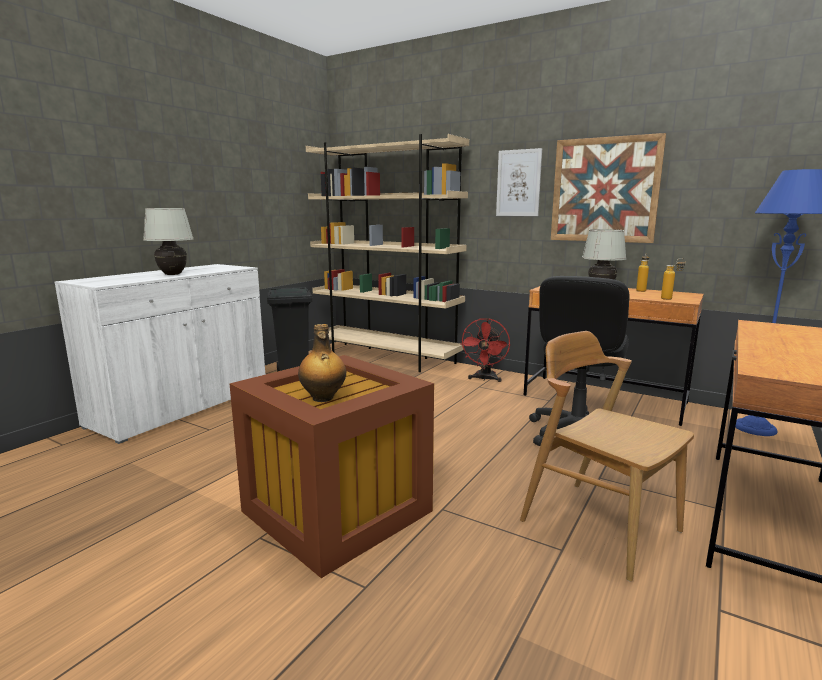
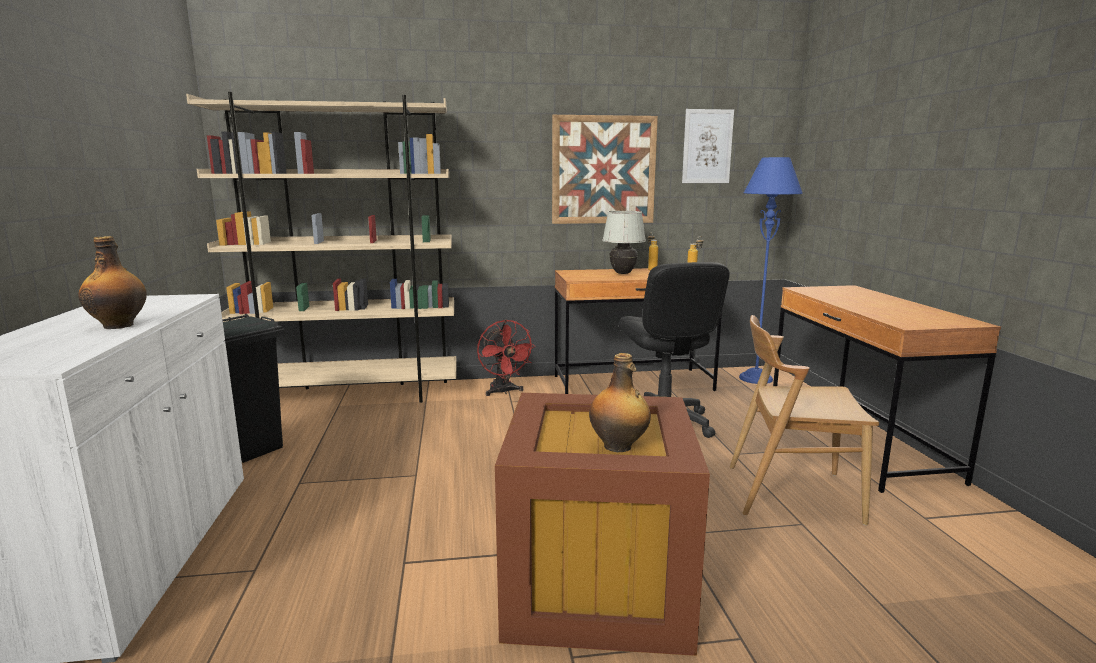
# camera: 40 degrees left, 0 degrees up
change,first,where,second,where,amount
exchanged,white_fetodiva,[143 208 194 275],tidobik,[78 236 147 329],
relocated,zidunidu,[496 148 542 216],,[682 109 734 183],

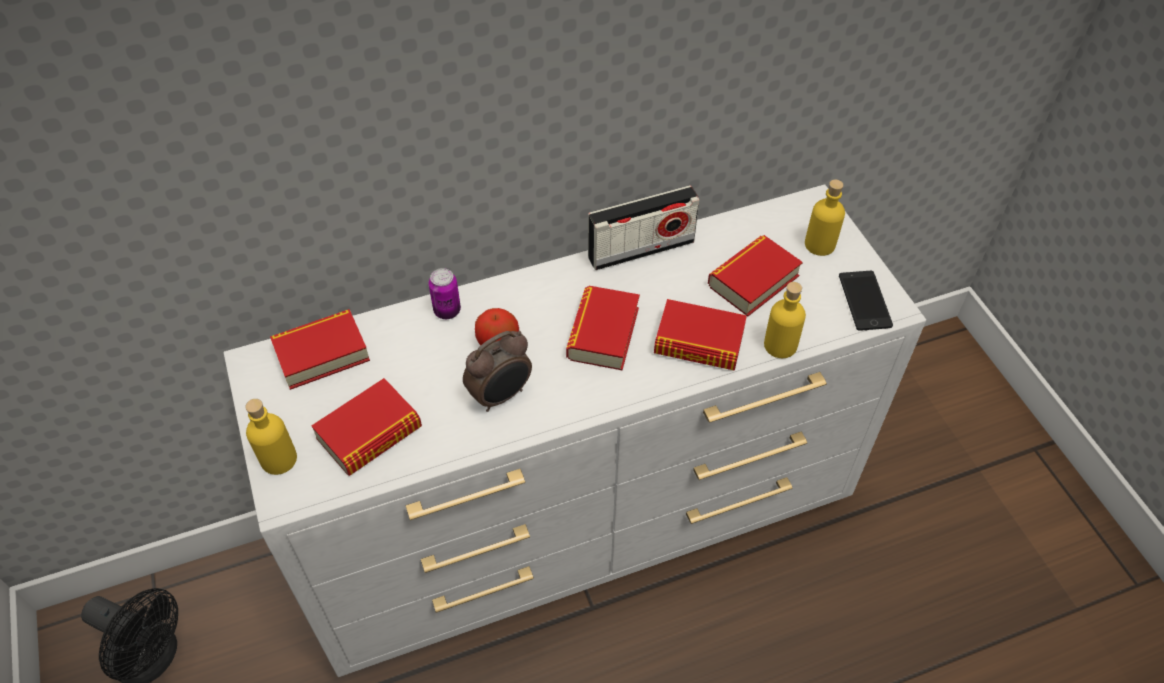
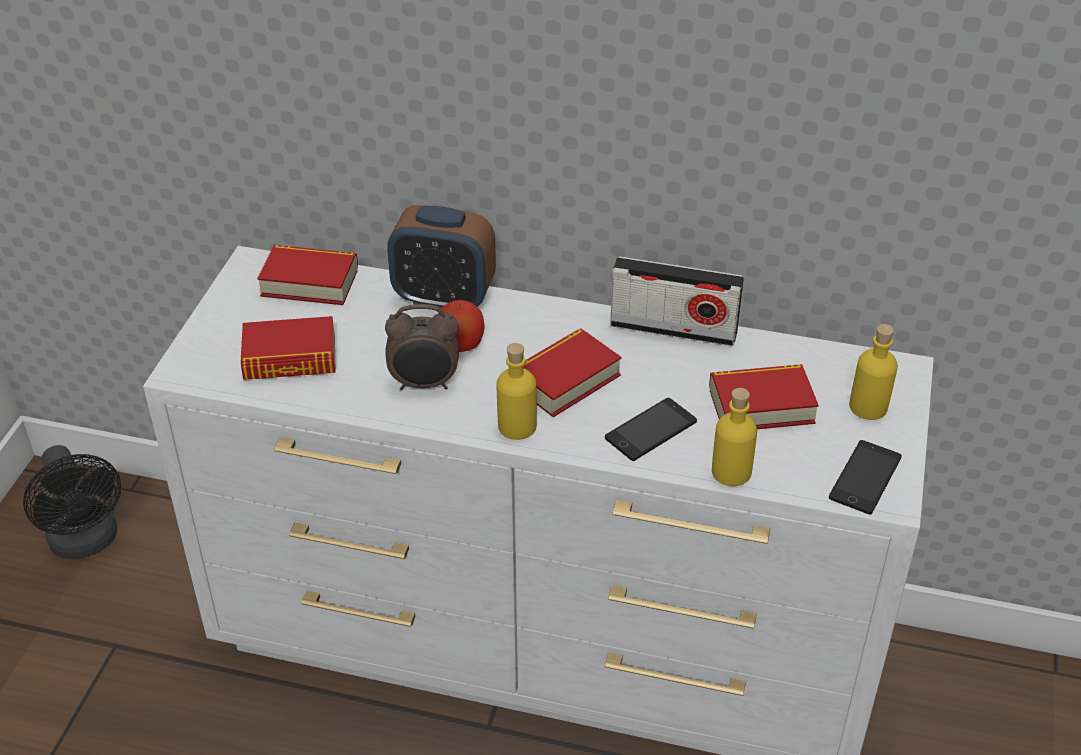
# camera: 35 degrees right, 10 degrees down
change,first,where,second,where,amount
exchanged,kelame,[428 268 461 319],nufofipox,[387 205 496 309],
relocated,yellow_tidobik,[245 399 297 475],,[497 343 537 440],
exchanged,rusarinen,[654 299 747 371],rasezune,[605 398 697 461],

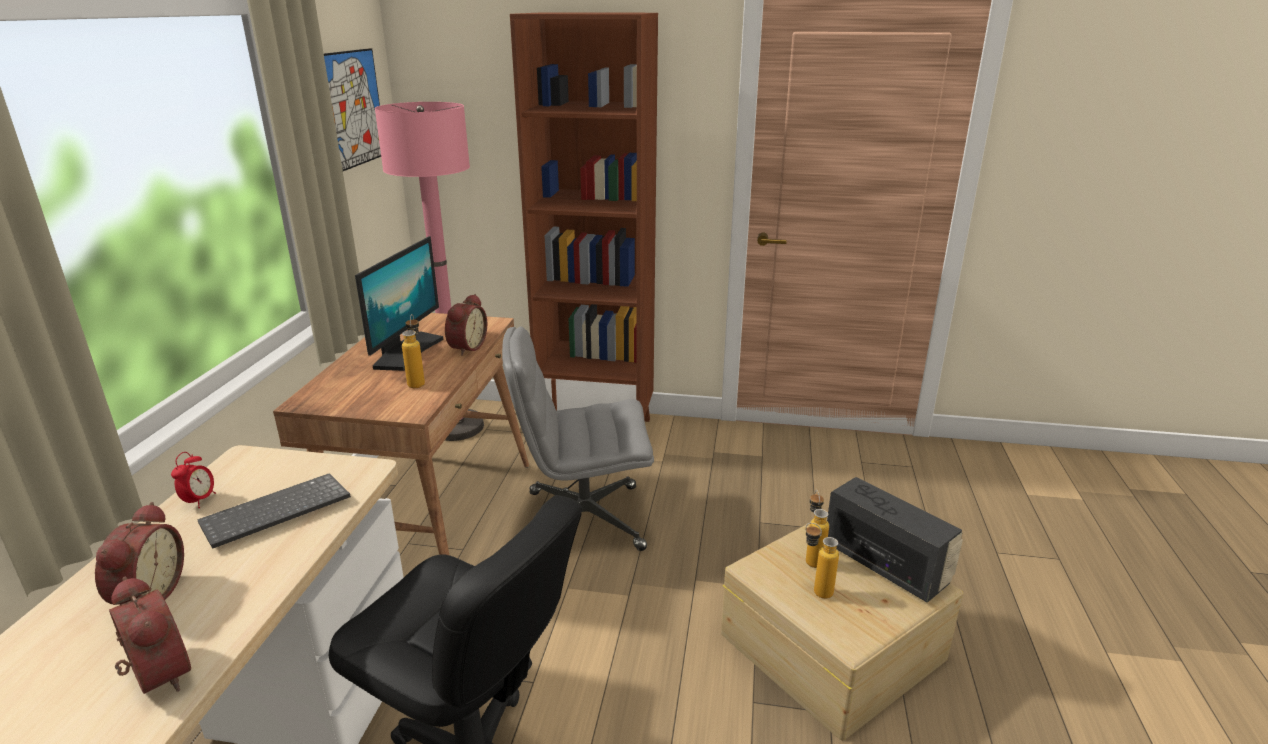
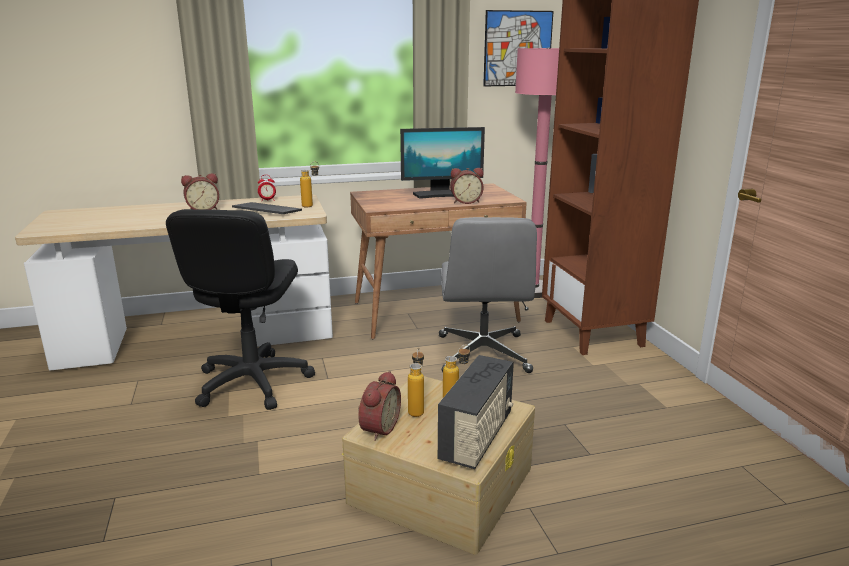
# camera: 65 degrees right, 5 degrees down
change,first,where,second,where,amount
relocated,tidobik,[402 314 425 388],,[300 162 319 207],
relocated,nufofipox,[109 577 191 694],,[358 371 401 441],
spun,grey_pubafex,[502 326 654 551],,[439 217 537 373],150 degrees counterclockwise

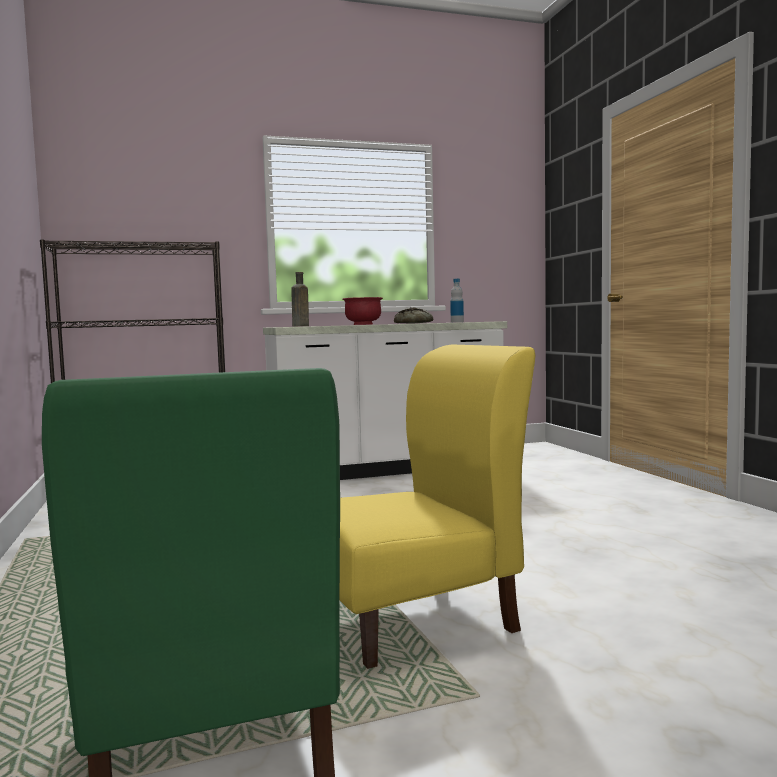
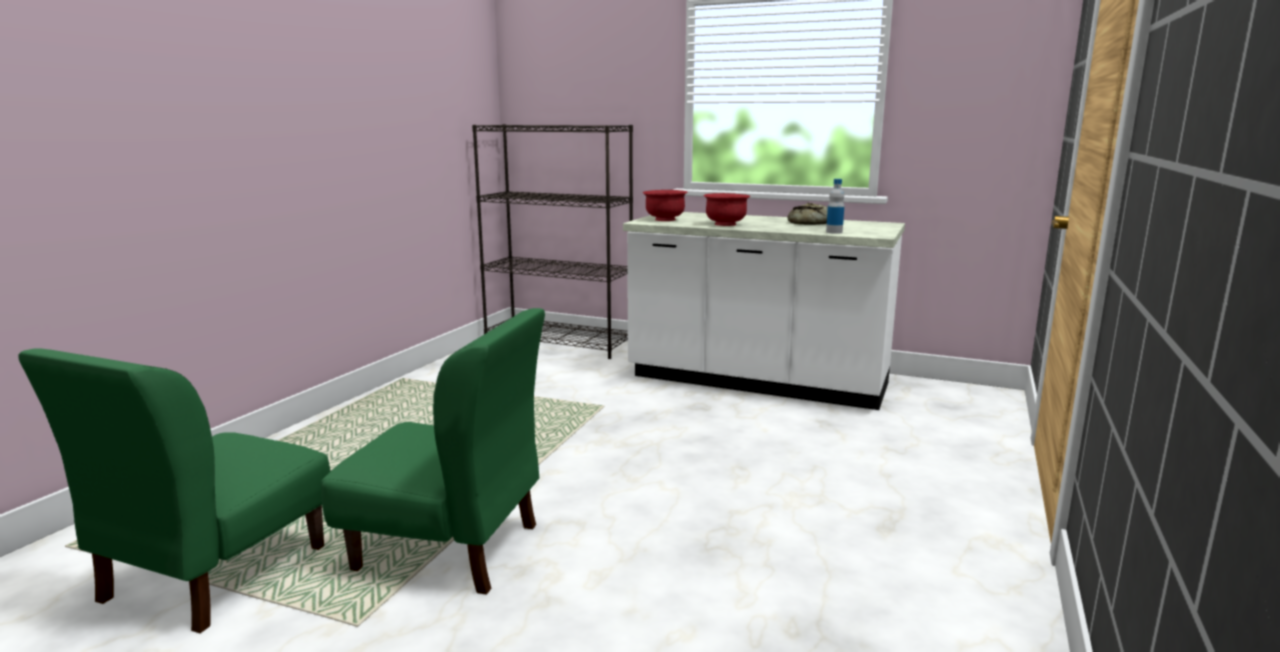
# camera: 40 degrees right, 10 degrees up
change,first,where,second,where,amount
colour,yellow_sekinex,[340 345 535 669],green_sekinex,[321 308 545 595],
exchanged,brown_tidobik,[291 272 309 327],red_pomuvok,[643 190 688 221],

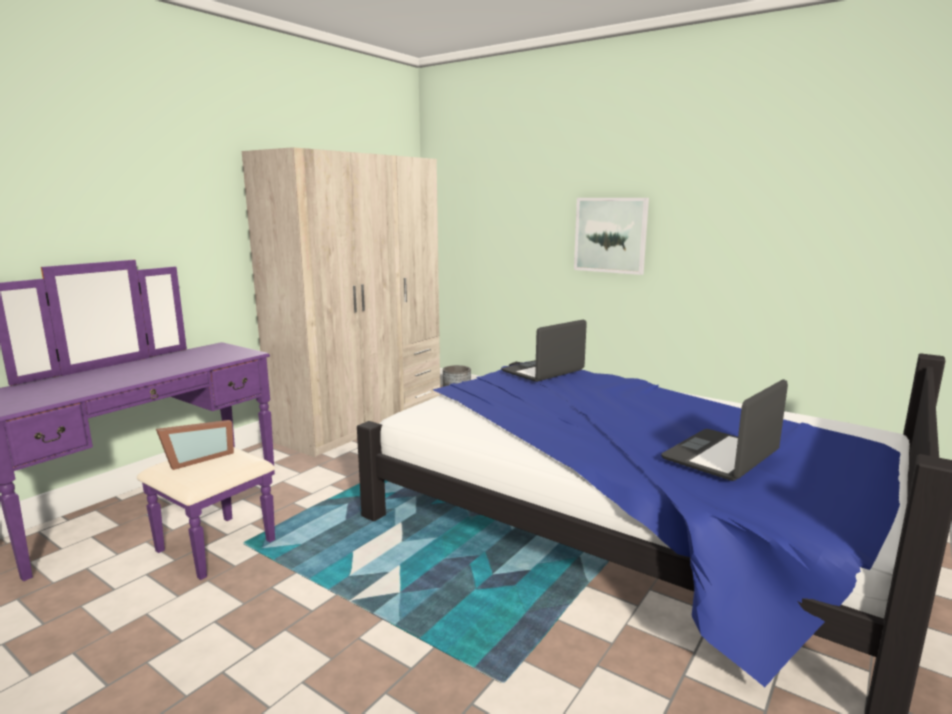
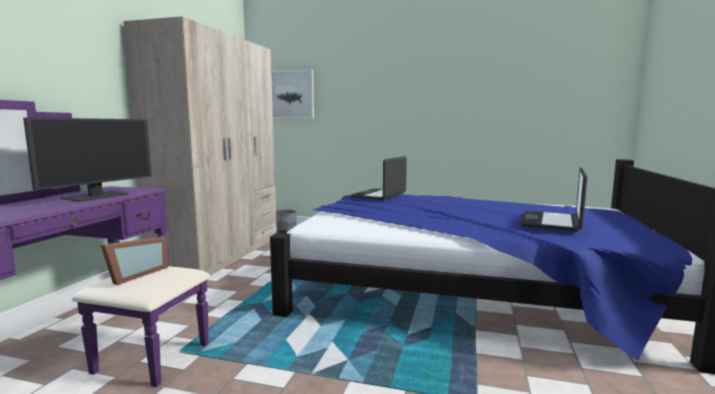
# camera: 20 degrees left, 5 degrees down
change,first,where,second,where,amount
appeared,,,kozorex,[23 118 152 202],
relocated,zidunidu,[574 198 649 275],,[271 69 314 119],

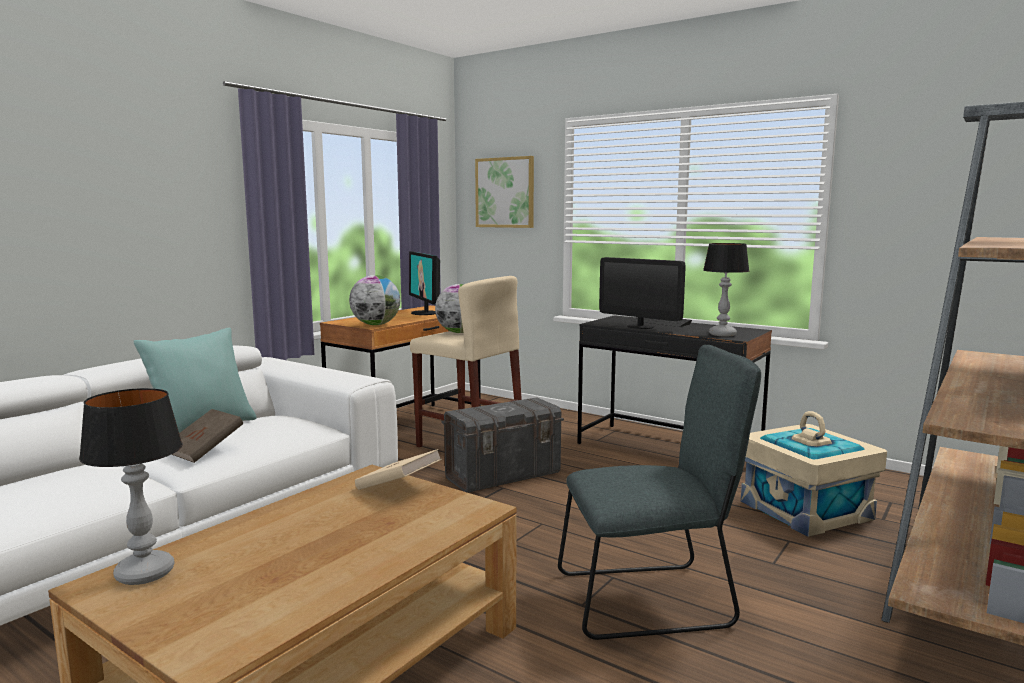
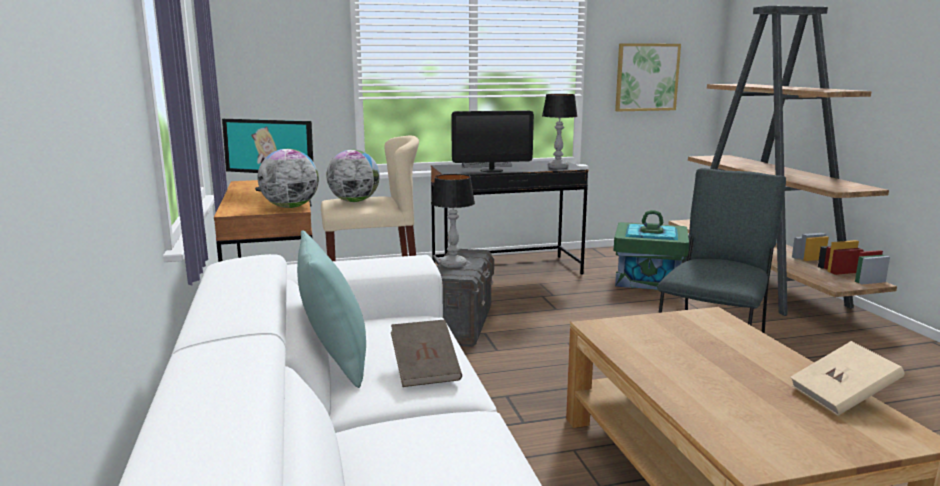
# camera: 50 degrees left, 5 degrees up
change,first,where,second,where,amount
relocated,fetodiva,[79 388 183 585],,[431 174 475 268],
colour,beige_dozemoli,[741 411 887 537],green_dozemoli,[614 210 689 290],
relocated,zidunidu,[475 156 534 228],,[615 43 681 111],
relocated,beige_rusarinen,[355 449 442 490],,[790 341 905 416],

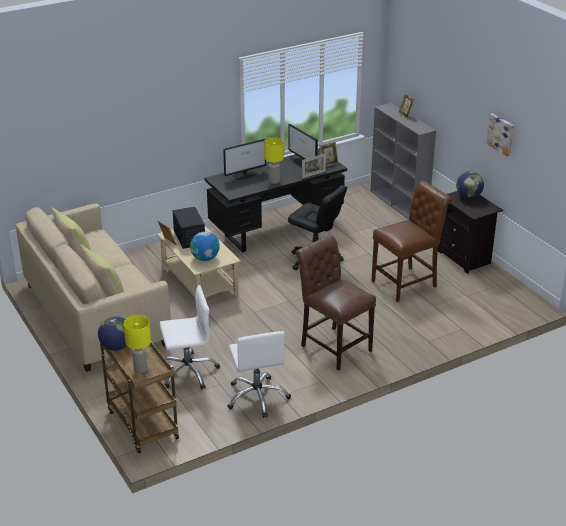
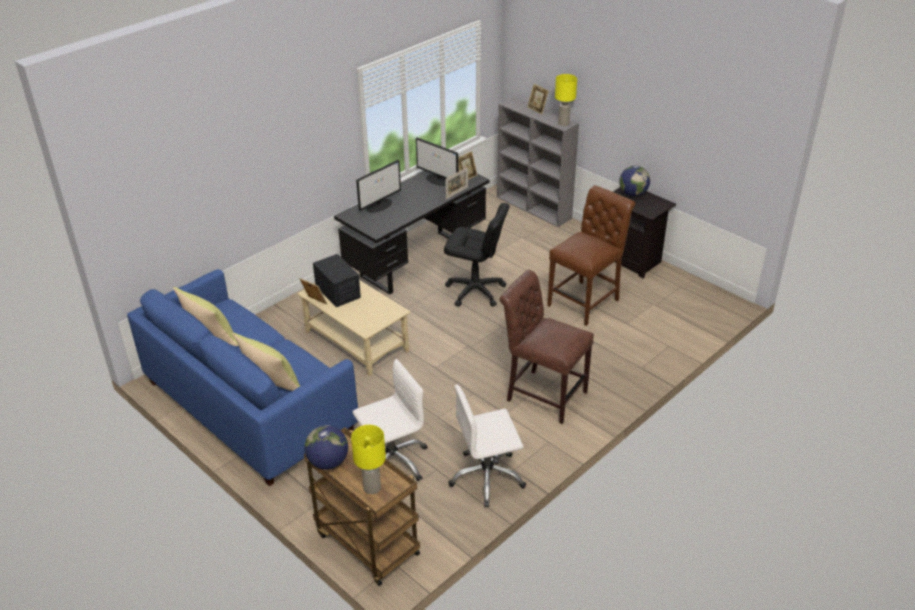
# camera: 15 degrees left, 5 degrees up
change,first,where,second,where,amount
colour,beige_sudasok,[16 203 171 372],blue_sudasok,[127 269 358 486],
spun,white_pubafex,[227 331 291 418],,[448 384 526 507],105 degrees clockwise
relocated,yellow_fetodiva,[264 138 284 184],,[555 74 577 126],
missing,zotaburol,[190 231 220 261],,,
missing,zidunidu,[486 113 514 157],,,

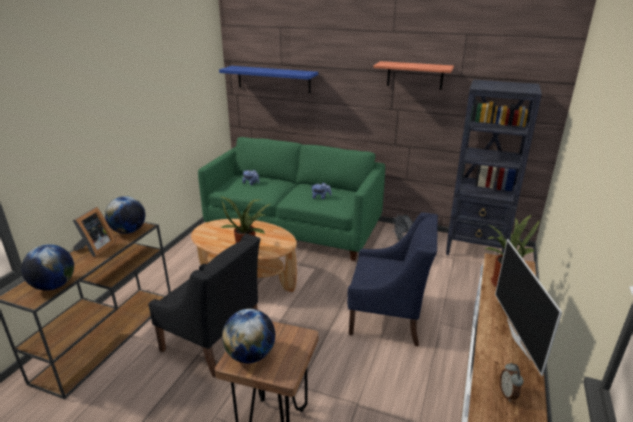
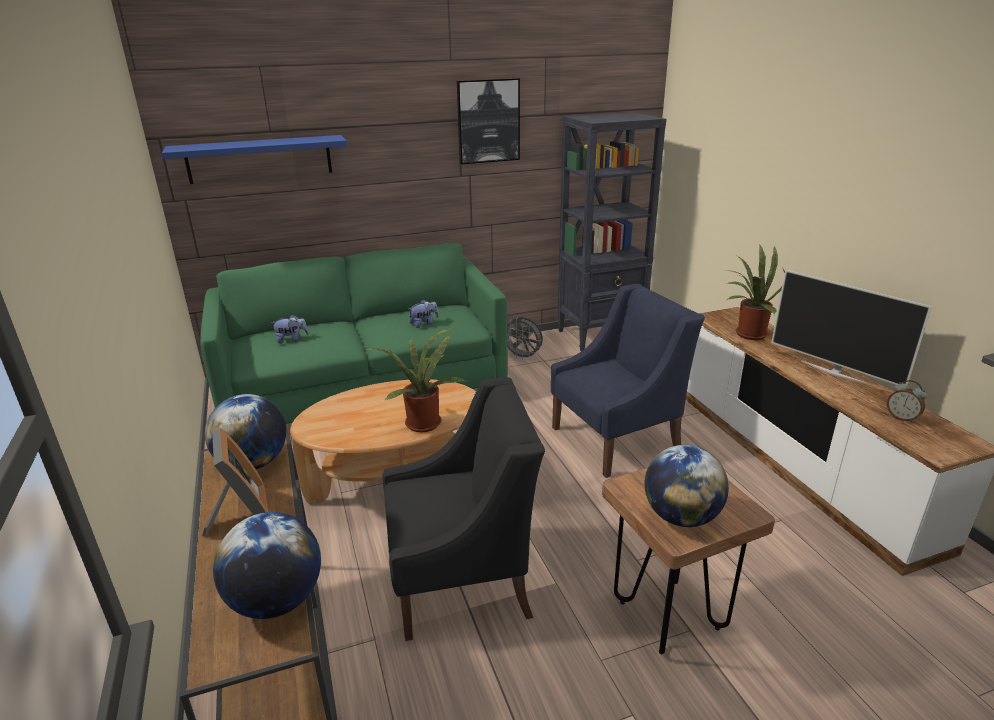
# camera: 40 degrees left, 0 degrees up
change,first,where,second,where,amount
exchanged,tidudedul,[373 61 454 90],zidunidu,[457 78 520 164],

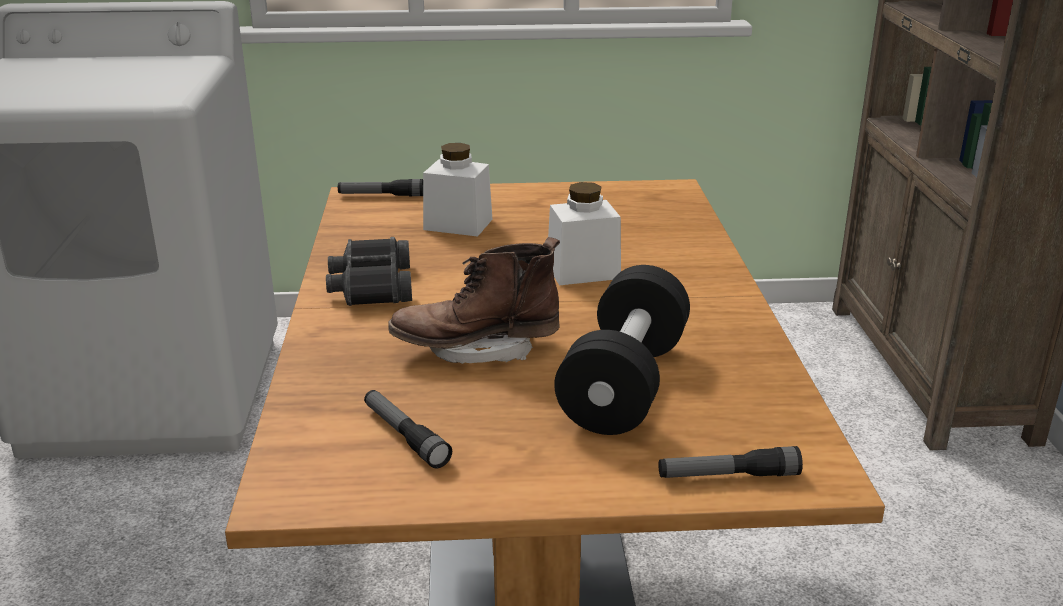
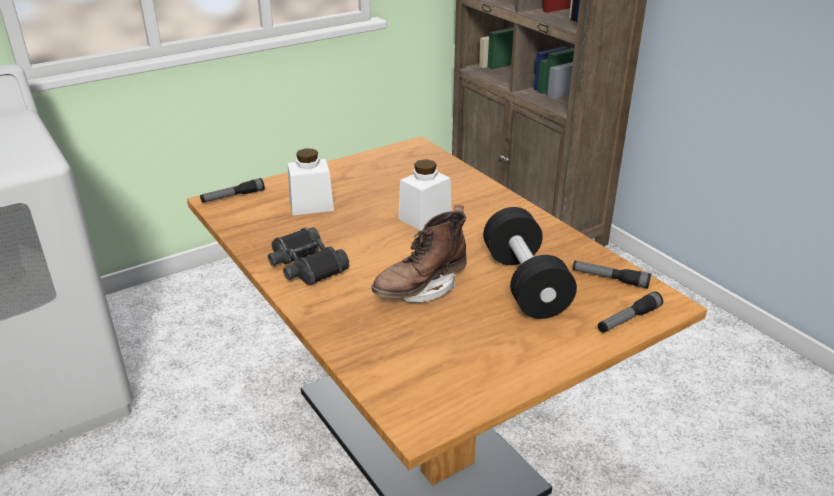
# camera: 30 degrees left, 5 degrees up
change,first,where,second,where,amount
relocated,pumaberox,[364 390 452 469],,[572 261 651 289],

